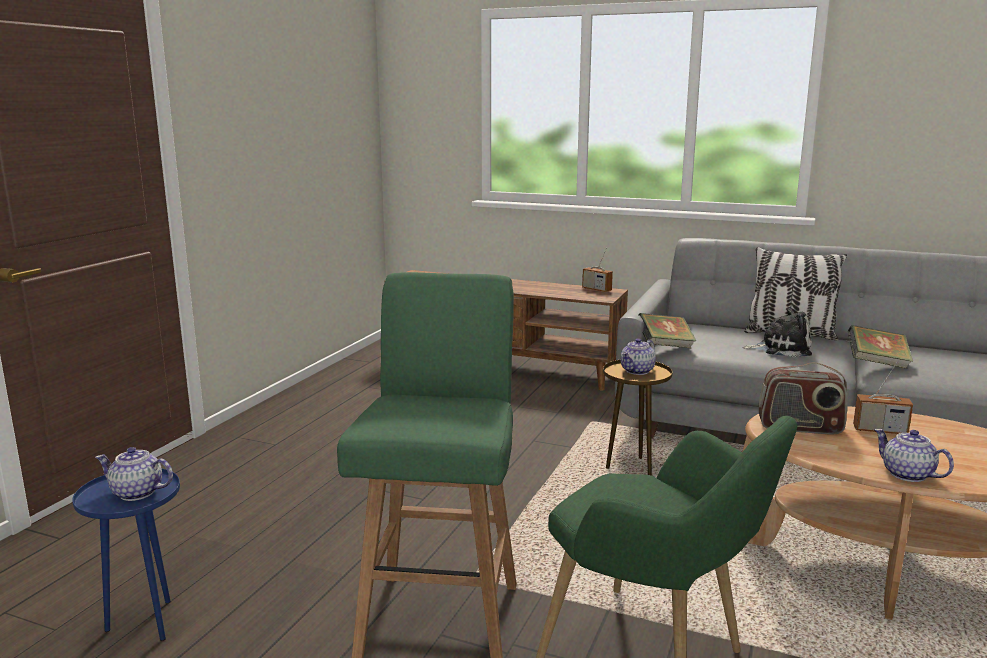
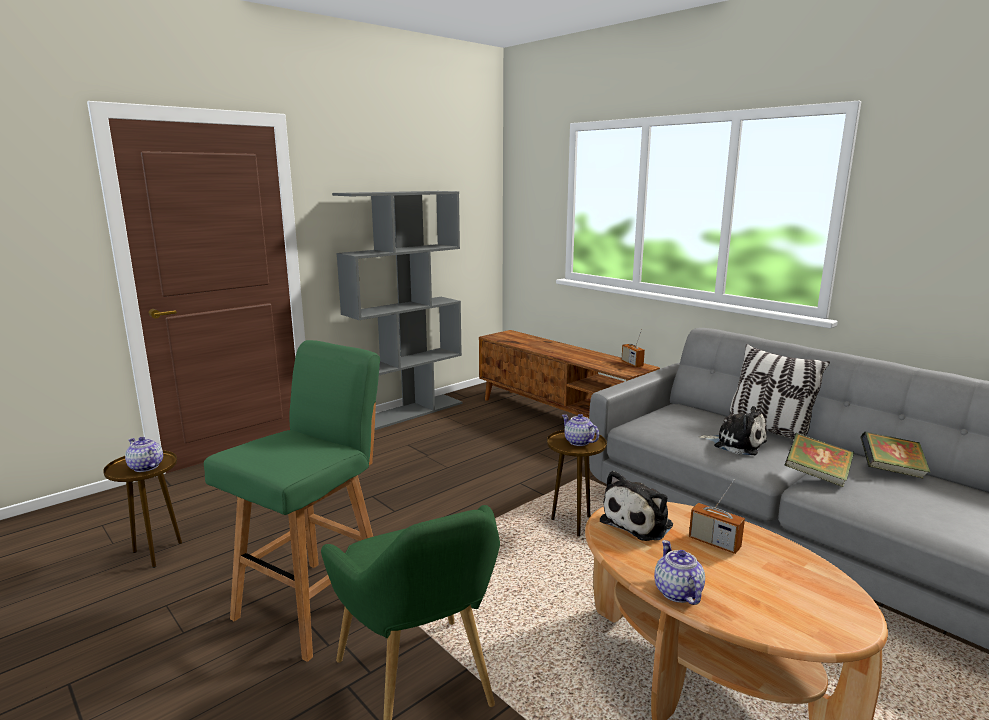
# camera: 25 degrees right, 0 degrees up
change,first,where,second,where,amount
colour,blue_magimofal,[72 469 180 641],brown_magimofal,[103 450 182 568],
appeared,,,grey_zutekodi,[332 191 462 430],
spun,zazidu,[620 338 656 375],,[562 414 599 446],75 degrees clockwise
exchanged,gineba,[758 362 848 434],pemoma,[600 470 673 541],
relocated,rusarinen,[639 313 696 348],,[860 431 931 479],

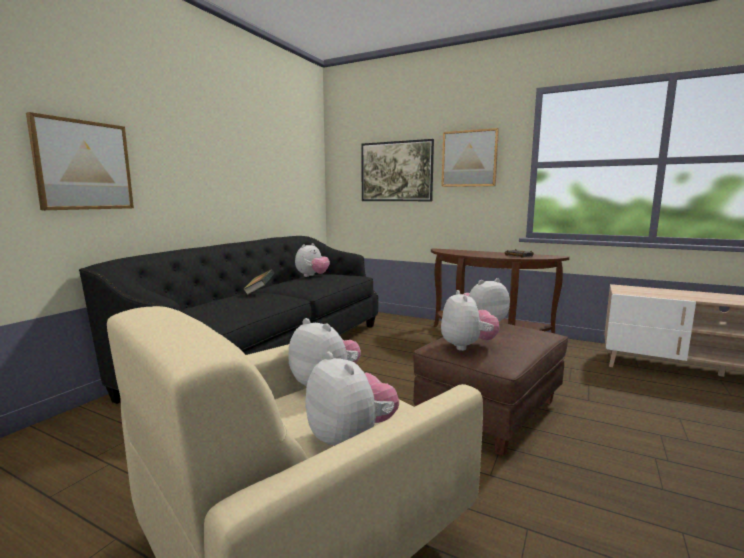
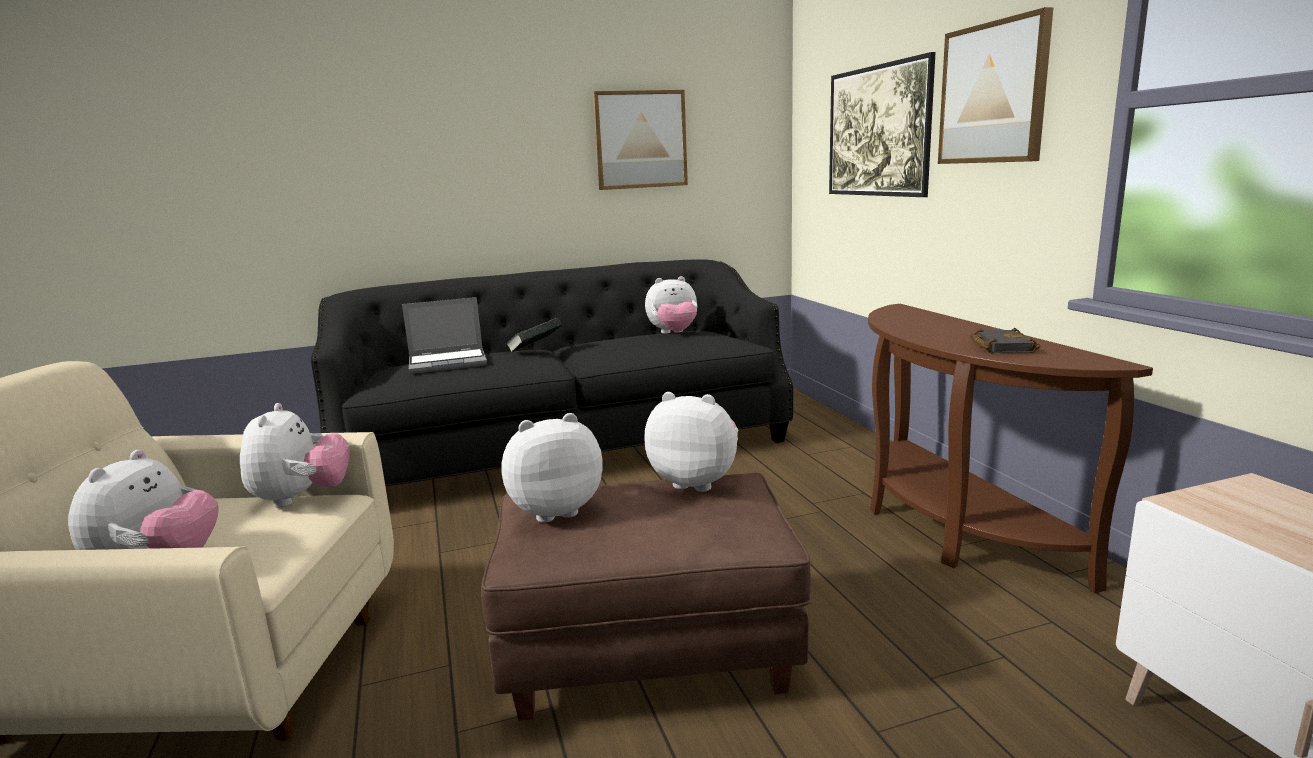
# camera: 45 degrees right, 5 degrees up
change,first,where,second,where,amount
appeared,,,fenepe,[402 297 487 374],
spun,pemoma,[441 290 499 351],,[501 413 603 523],150 degrees counterclockwise
relocated,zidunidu,[26 112 134 210],,[593 90 688 190],

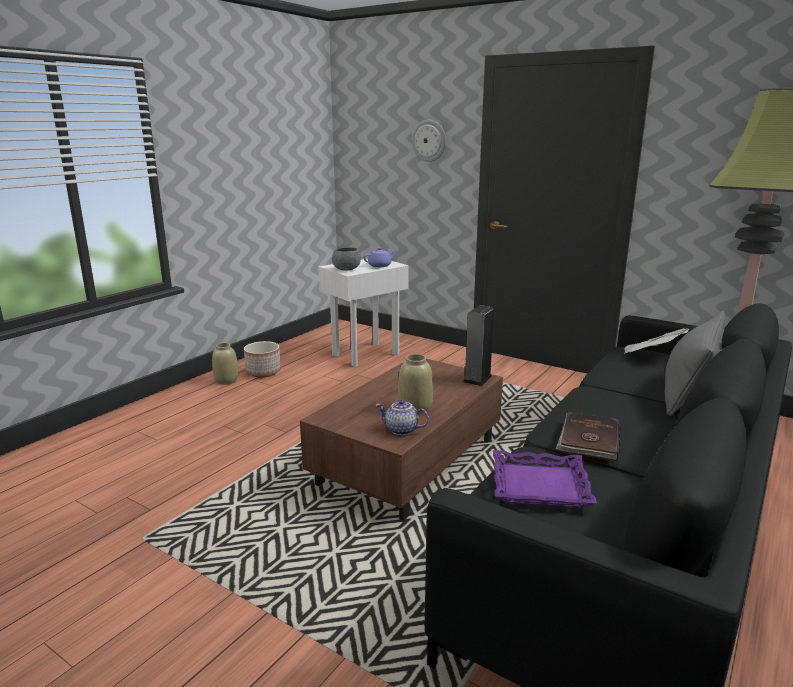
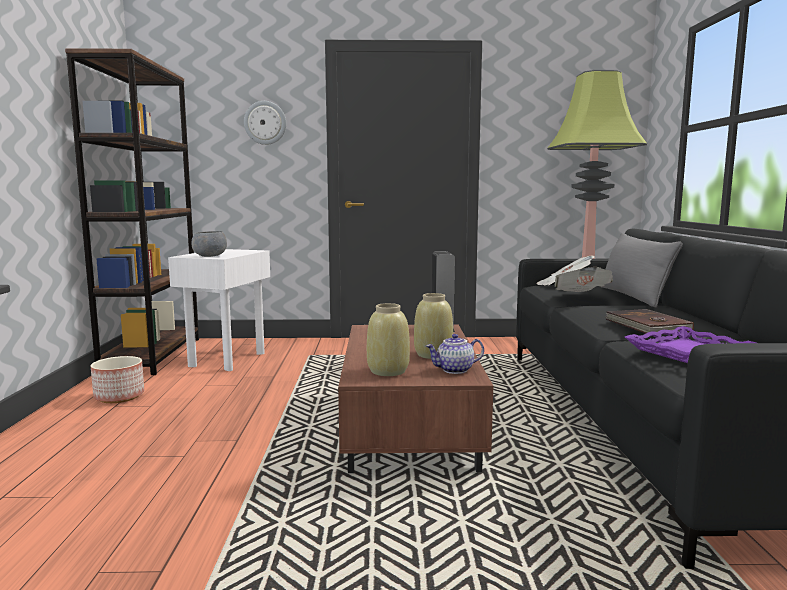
# camera: 35 degrees left, 10 degrees down
change,first,where,second,where,amount
appeared,,,brown_zutekodi,[65 48 199 375],
relocated,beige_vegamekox,[212 343 239 385],,[367 303 410 376],
appeared,,,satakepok,[554 267 613 292],
missing,purple_zazidu,[363 247 396 267],,,

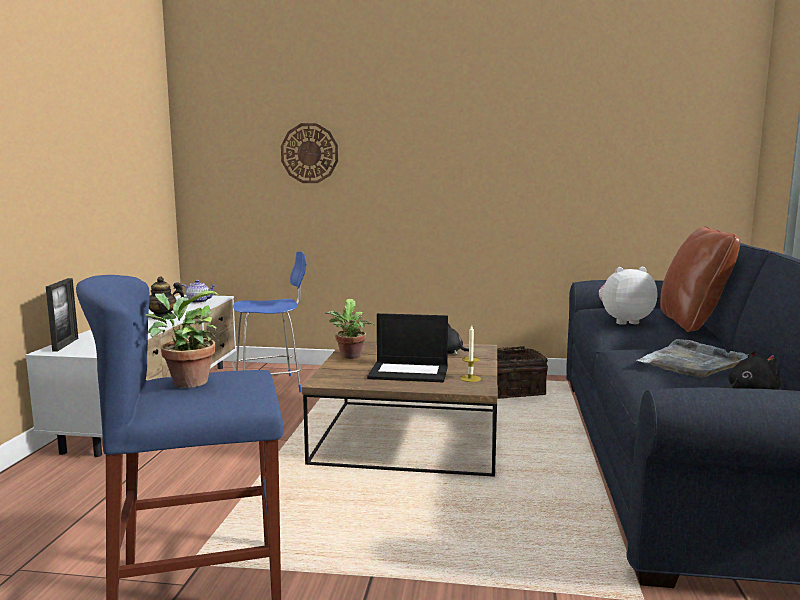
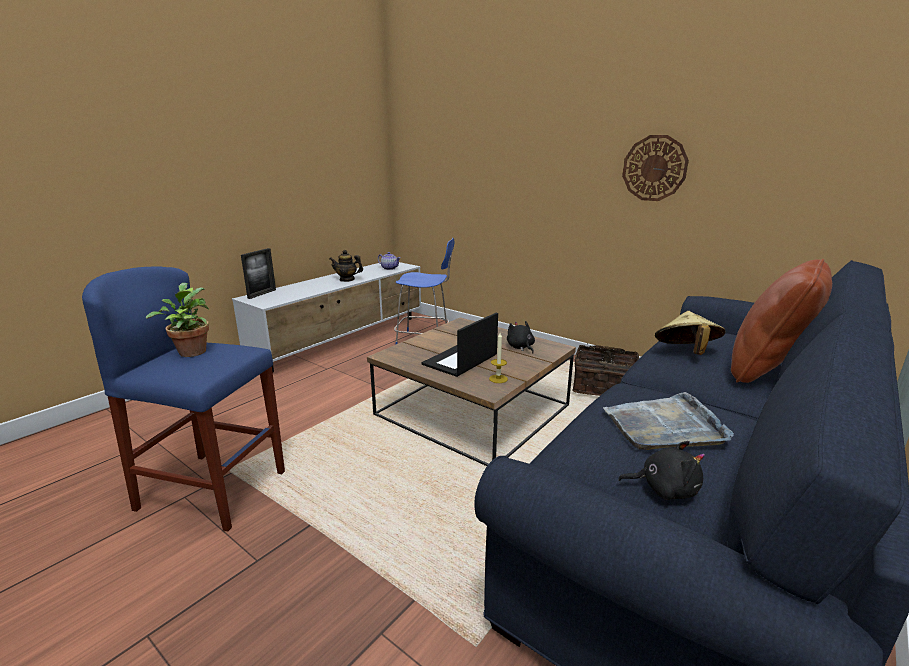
# camera: 30 degrees right, 10 degrees up
change,first,where,second,where,amount
spun,fenepe,[367 313 448 382],,[422 313 498 377],90 degrees clockwise
relocated,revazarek,[281 123 338 183],,[622 135 689 201],
exchanged,pemoma,[599 267 657 325],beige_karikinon,[655 311 725 355],
missing,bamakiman,[325 299 375 359],,,

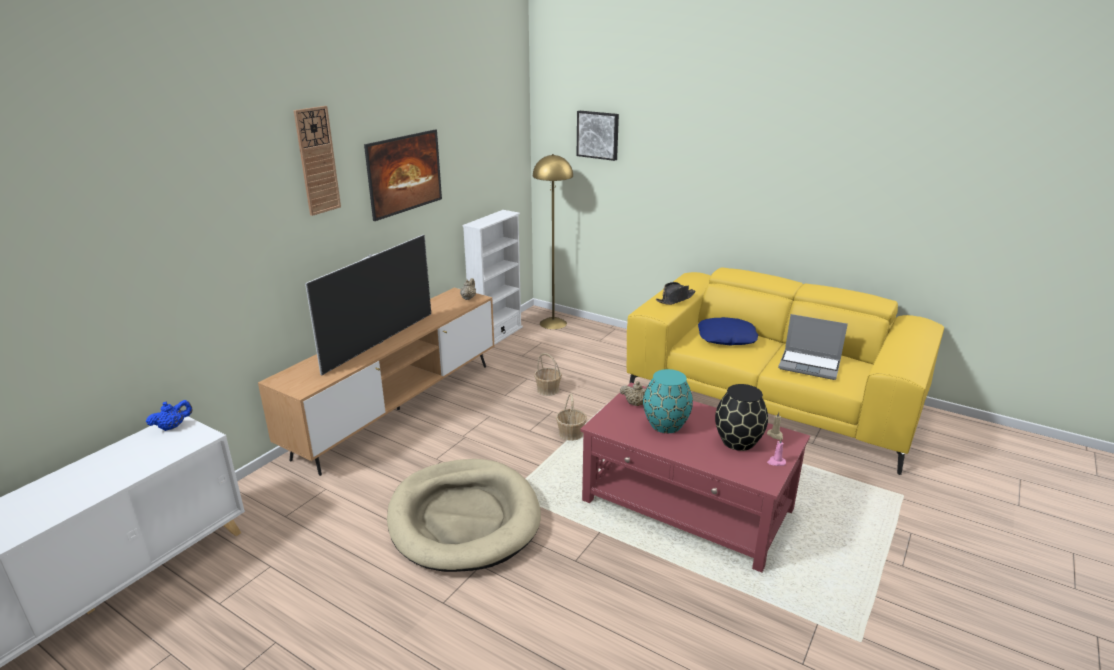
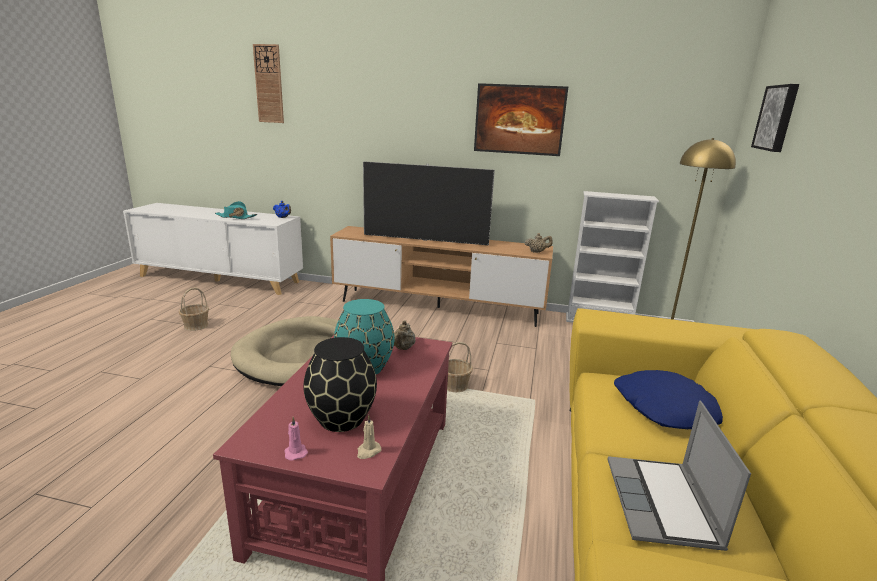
# camera: 70 degrees right, 5 degrees down
change,first,where,second,where,amount
relocated,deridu,[534 353 562 396],,[179 287 209 331],
appeared,,,turquoise_karikinon,[215 201 257 219],
relocated,revazarek,[294 106 341 216],,[253 44 284 123],
missing,black_karikinon,[656 282 696 305],,,

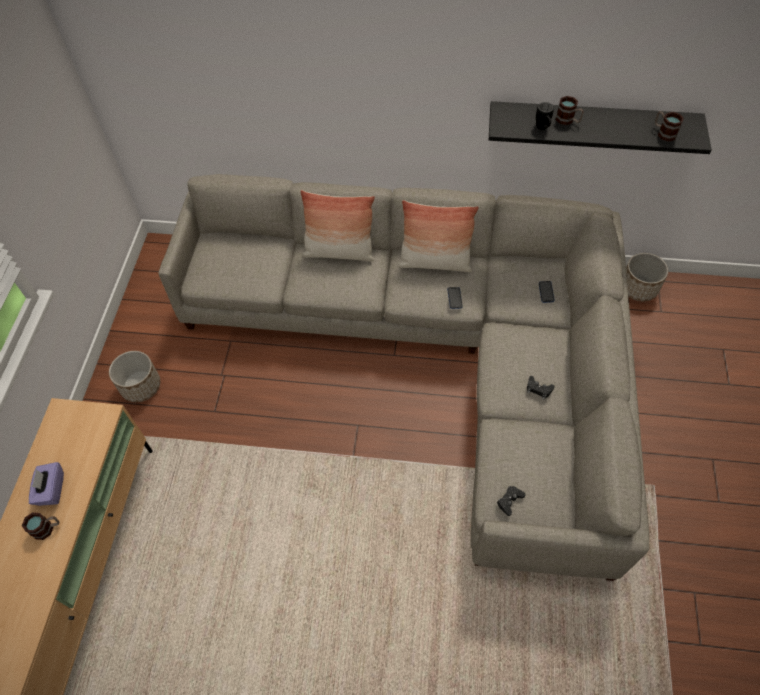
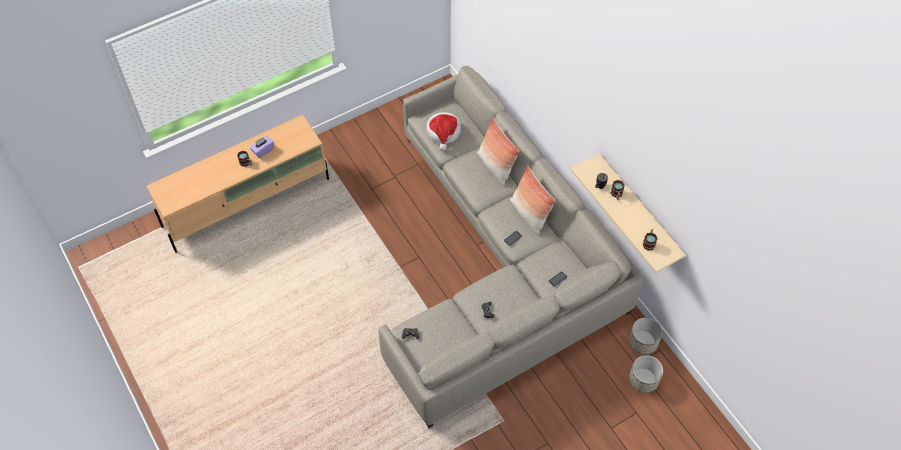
# camera: 50 degrees right, 0 degrees up
change,first,where,second,where,amount
appeared,,,karikinon,[426 112 461 151],
colour,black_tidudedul,[489 101 712 154],beige_tidudedul,[570 153 686 273],
relocated,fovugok,[109 351 160 402],,[629 355 663 393],

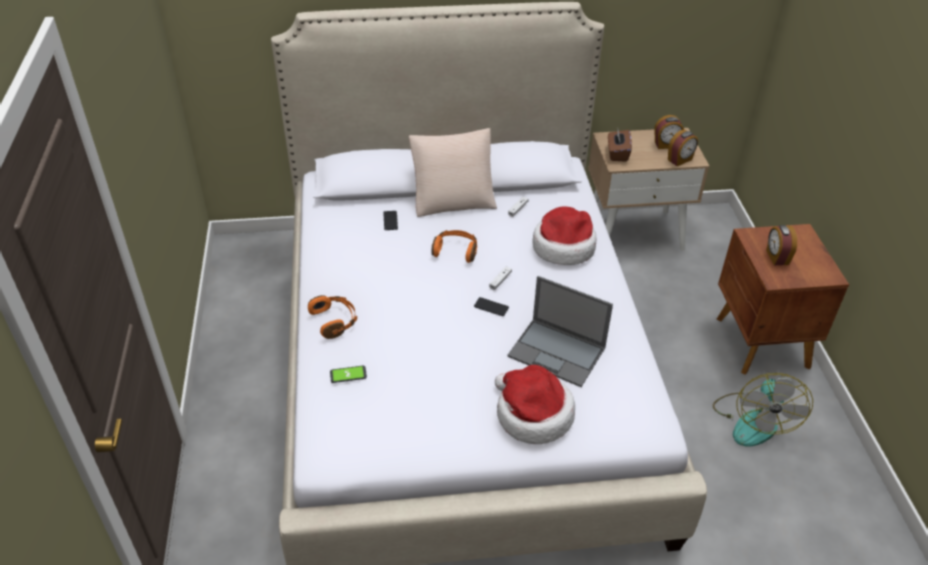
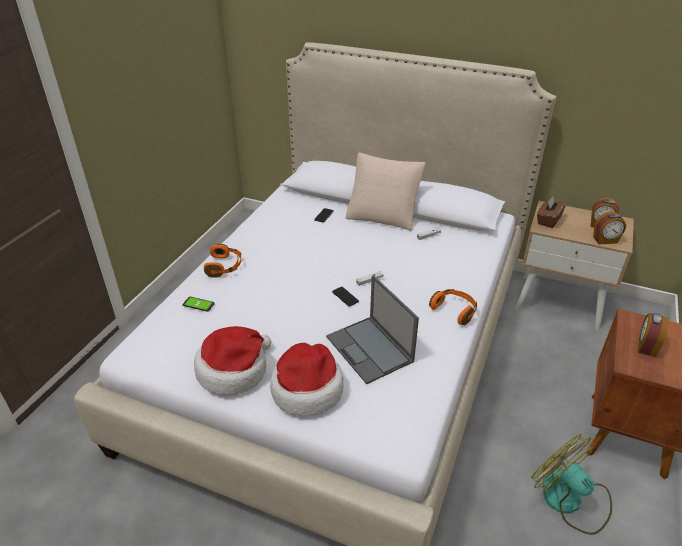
# camera: 30 degrees right, 5 degrees down
change,first,where,second,where,amount
relocated,karikinon,[532 207 596 265],,[194 326 272 395],
relocated,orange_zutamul,[431 230 477 263],,[429 289 477 325],
spun,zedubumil,[713 373 813 447],,[531 434 612 535],105 degrees clockwise

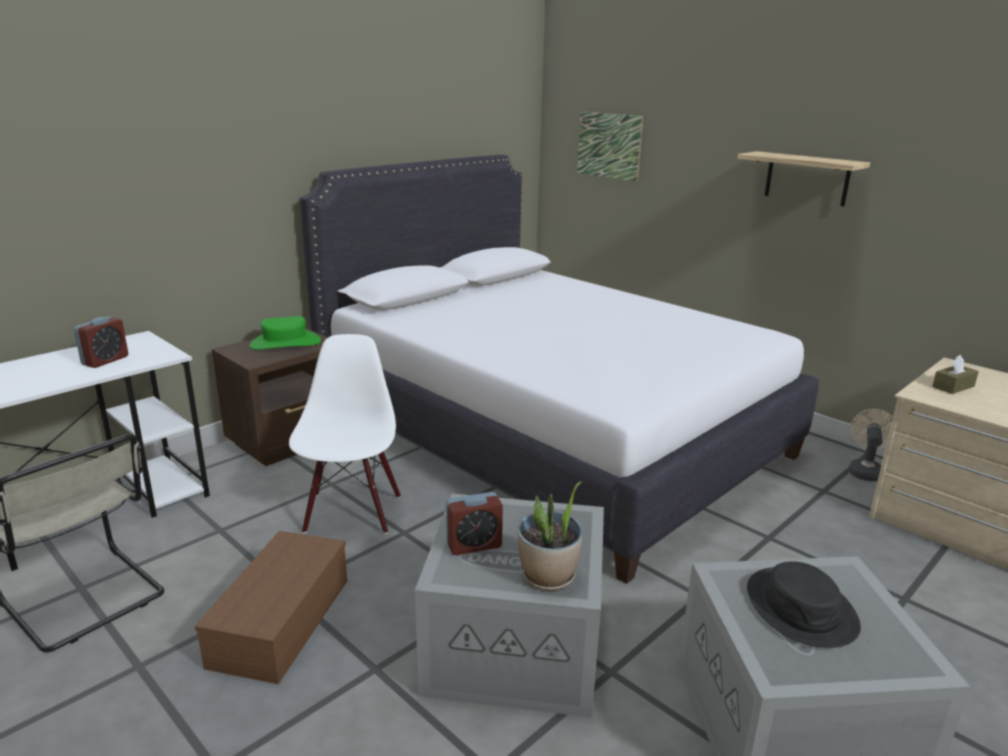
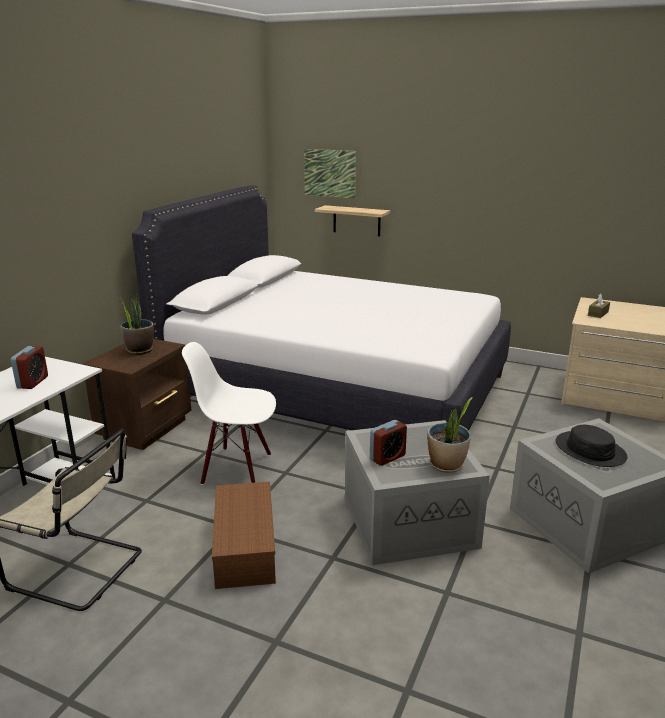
# camera: 20 degrees left, 0 degrees up
change,first,where,second,where,amount
exchanged,green_karikinon,[250 316 321 350],bamakiman,[119 294 154 355],
spun,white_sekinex,[289 334 401 534],,[182 342 276 485],60 degrees counterclockwise
relocated,tidudedul,[738 151 870 207],,[315 205 390 236],
missing,beige_zedubumil,[848 409 893 481],,,

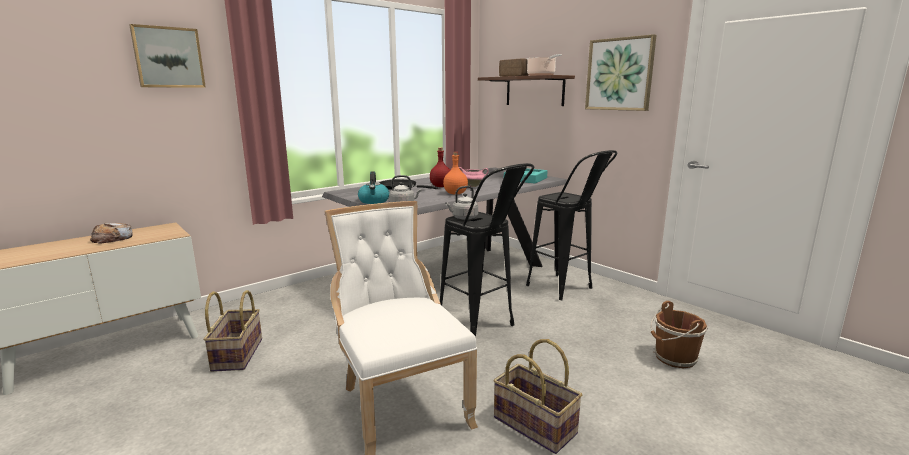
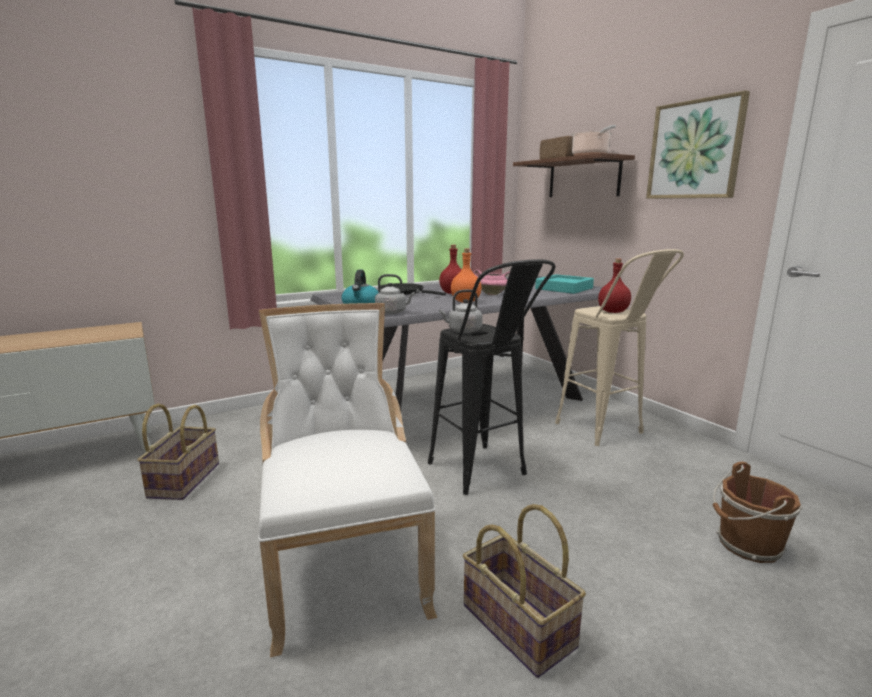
# camera: 10 degrees right, 0 degrees up
change,first,where,second,where,amount
colour,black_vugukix,[526 150 617 300],beige_vugukix,[555 249 684 446],
appeared,,,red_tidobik,[598 258 631 313],
missing,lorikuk,[90 223 132 244],,,
missing,zidunidu,[129 24 206 88],,,

